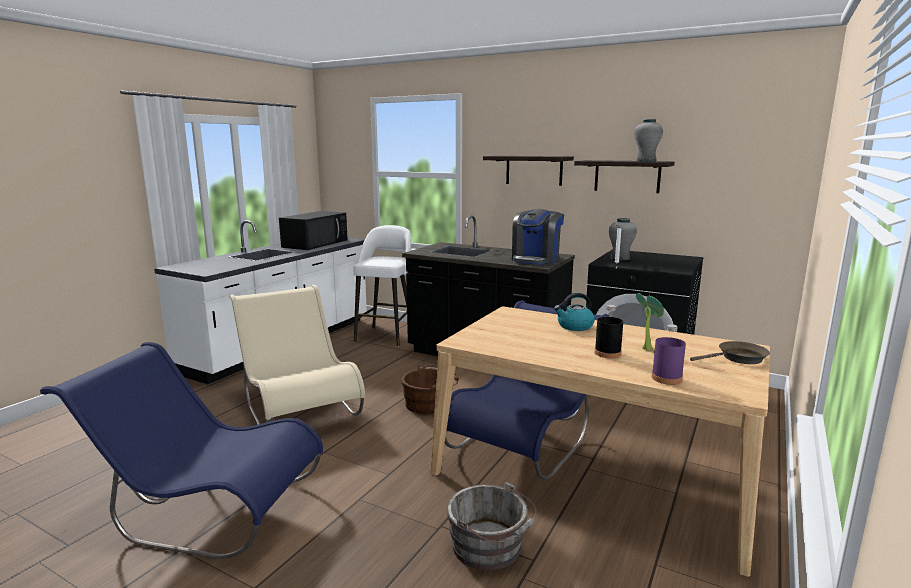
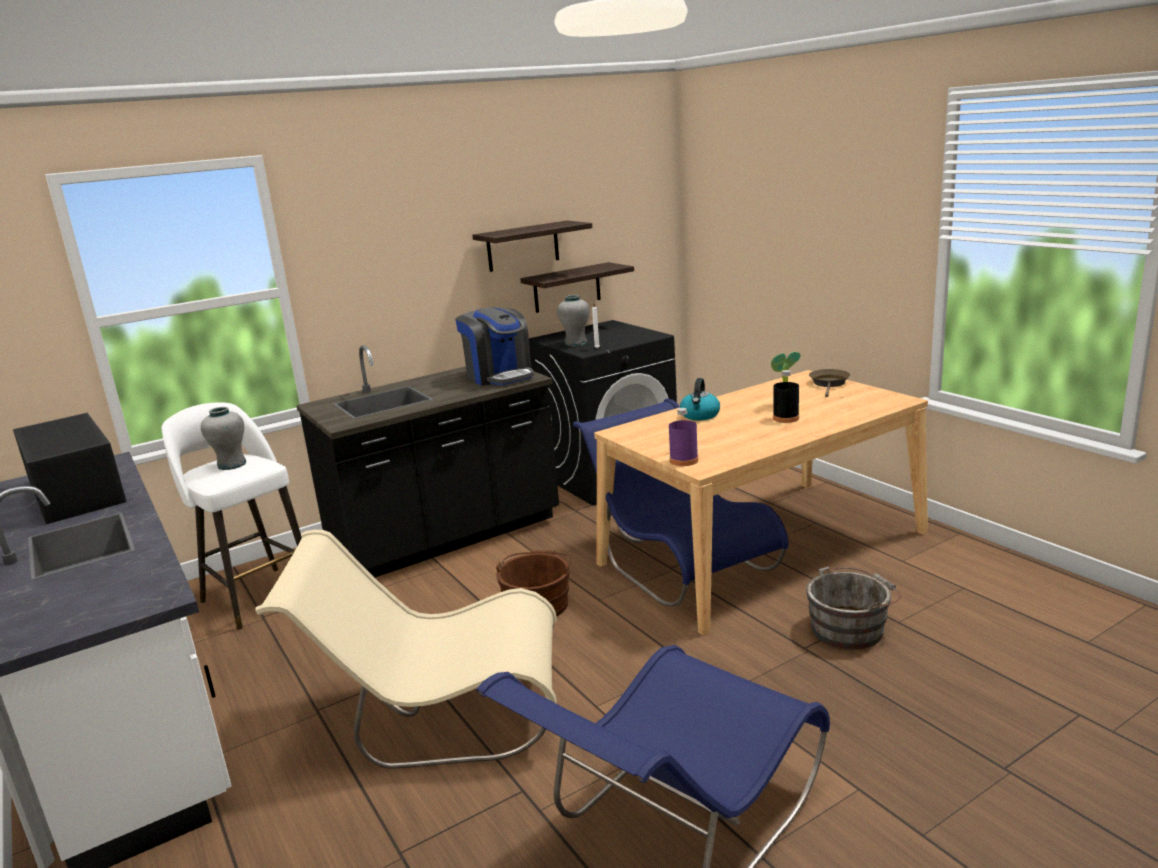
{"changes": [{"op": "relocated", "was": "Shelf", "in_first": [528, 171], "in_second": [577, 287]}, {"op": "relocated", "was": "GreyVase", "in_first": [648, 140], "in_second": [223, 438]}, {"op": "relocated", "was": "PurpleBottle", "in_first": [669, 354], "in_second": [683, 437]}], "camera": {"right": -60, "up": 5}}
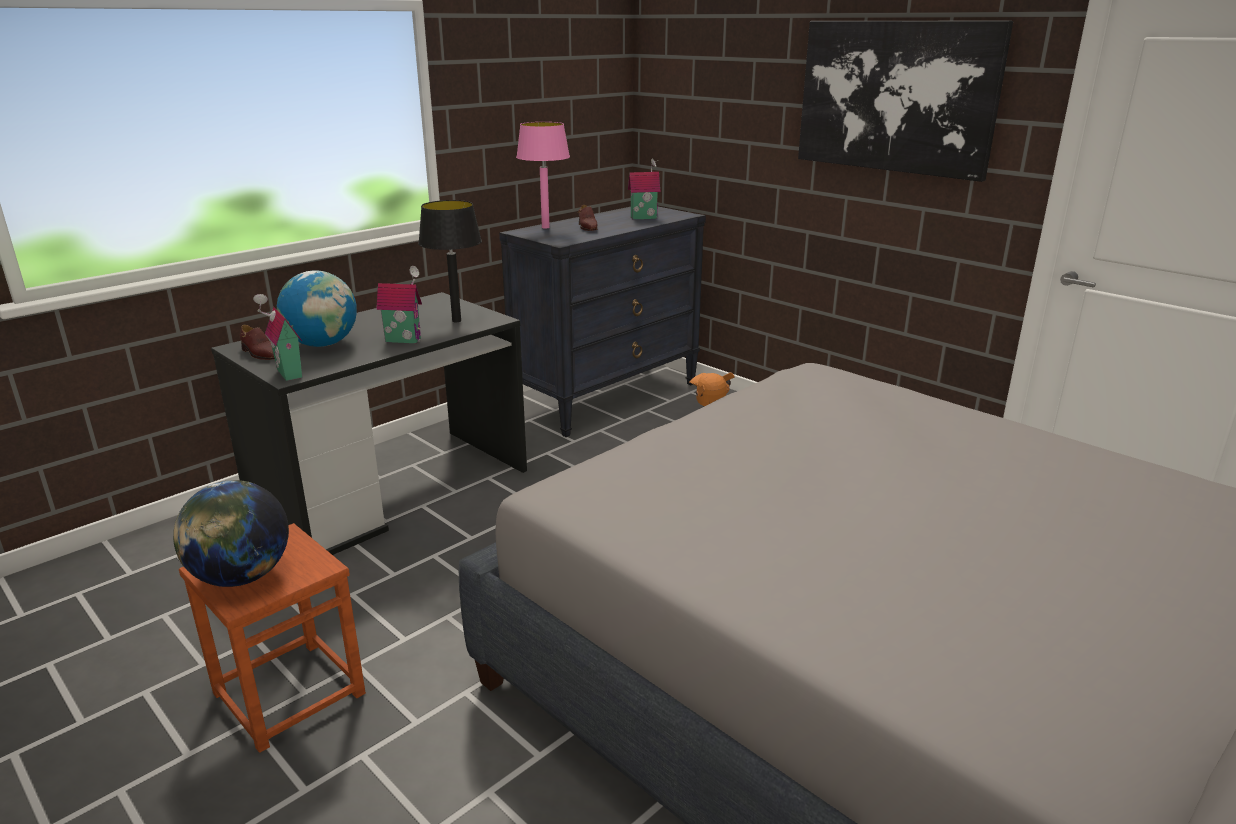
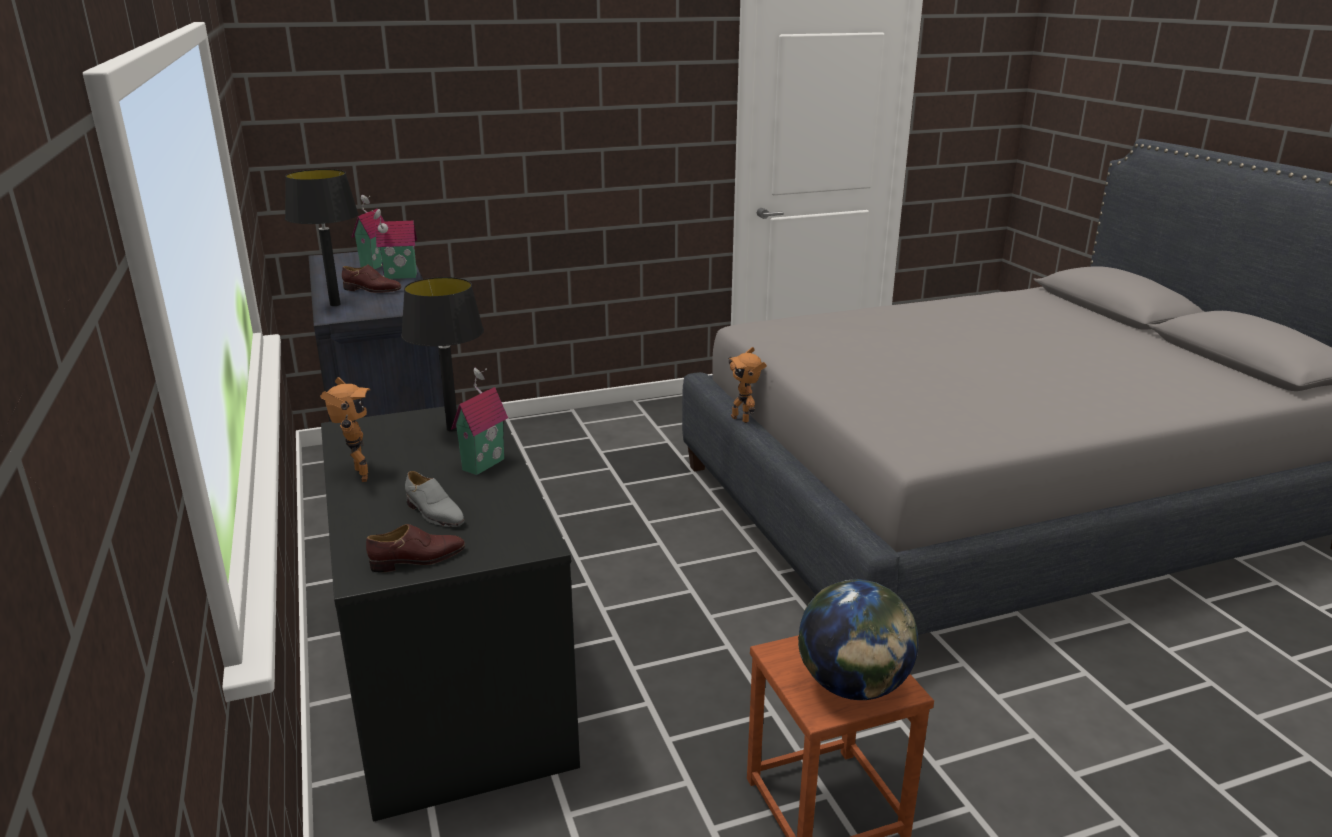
{"changes": [{"op": "missing", "was": "Picture", "in_first": [905, 101]}, {"op": "appeared", "now": "ToyRobot", "in_second": [345, 429]}, {"op": "relocated", "was": "ToyHouse", "in_first": [277, 337], "in_second": [394, 244]}, {"op": "exchanged", "was": "Globe", "now": "GreyShoe", "in_first": [317, 308], "in_second": [434, 499]}, {"op": "colour", "was": "PinkTableLamp", "now": "BlackTableLamp", "in_first": [543, 175], "in_second": [322, 237]}], "camera": {"right": -65, "up": 0}}
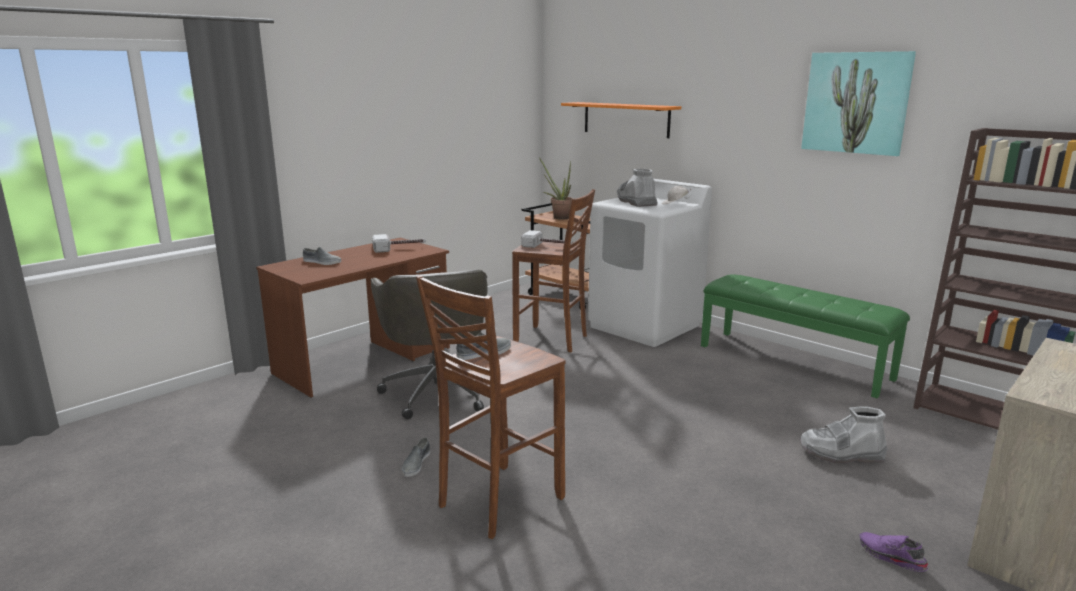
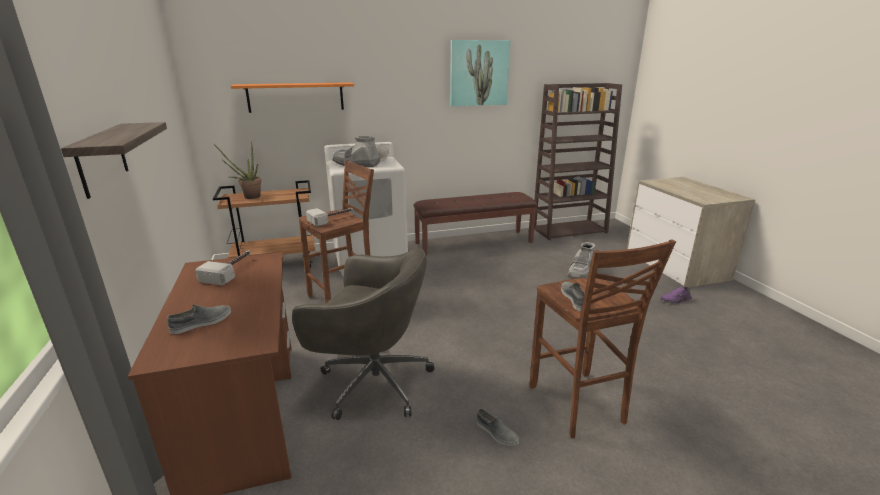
{"changes": [{"op": "appeared", "now": "Shelf", "in_second": [114, 160]}, {"op": "colour", "was": "GreenBench", "now": "BrownBench", "in_first": [805, 336], "in_second": [475, 224]}], "camera": {"right": -60, "up": 5}}
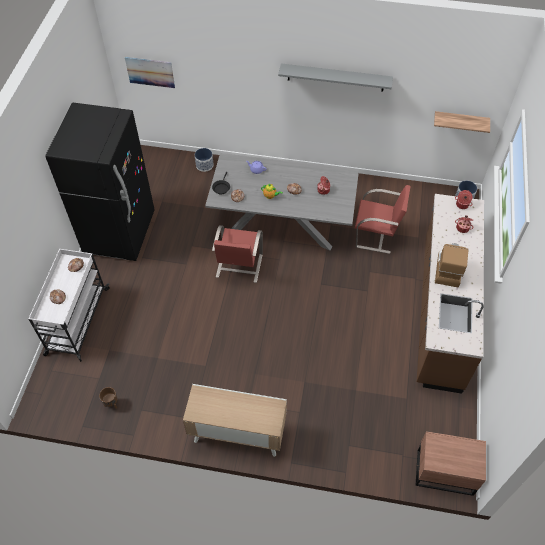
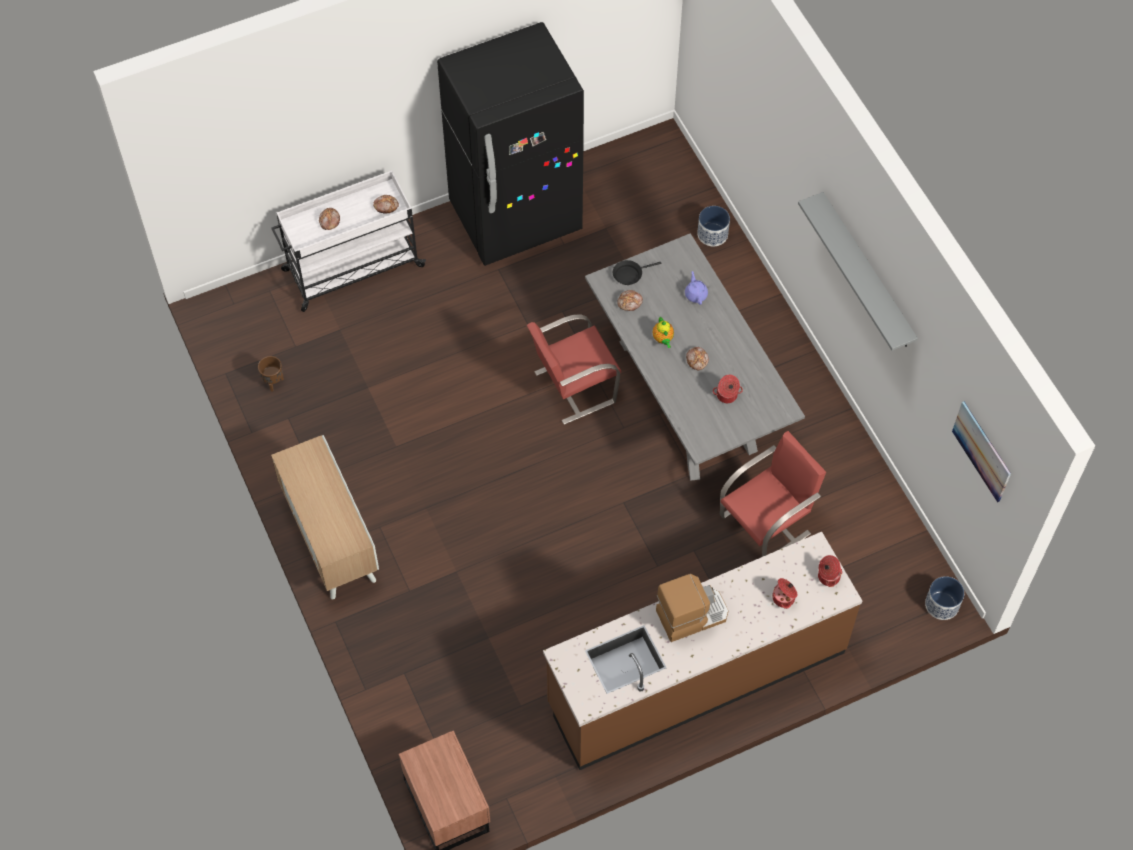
{"changes": [{"op": "missing", "was": "Shelf", "in_first": [462, 122]}, {"op": "relocated", "was": "Picture", "in_first": [150, 72], "in_second": [981, 452]}, {"op": "spun", "was": "RedChair", "in_first": [383, 219], "in_second": [773, 494], "clockwise": -105}], "camera": {"right": 55, "up": 5}}
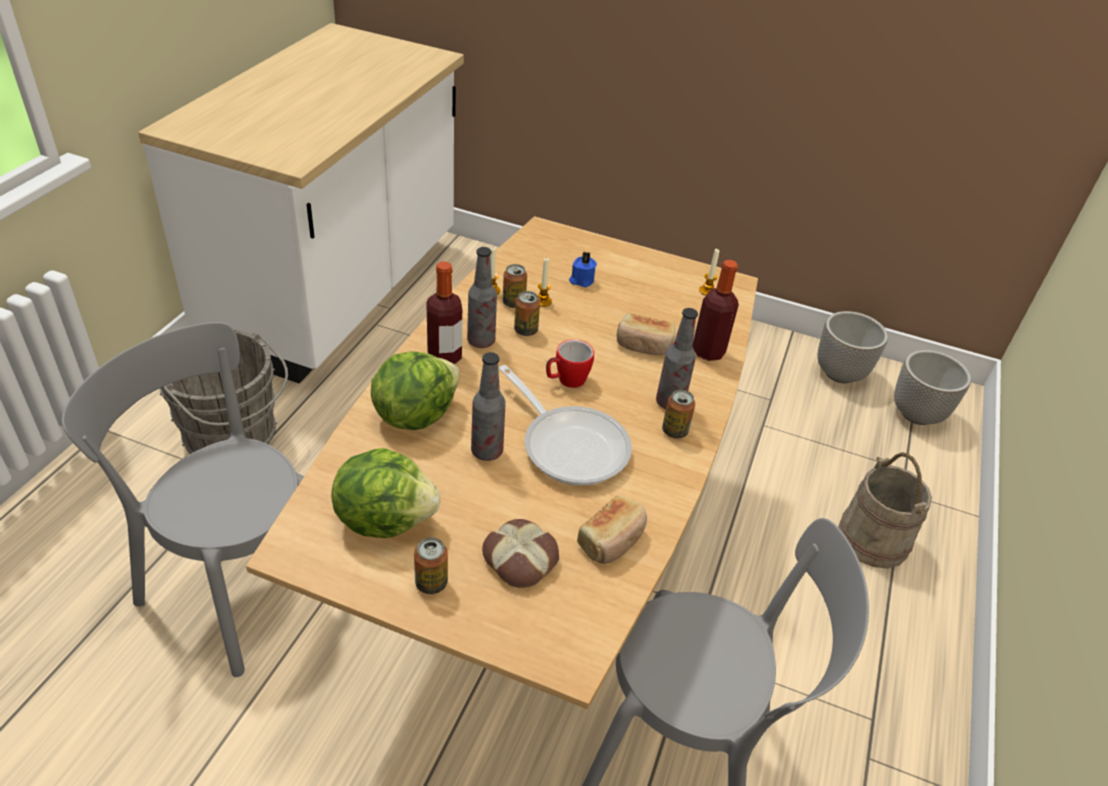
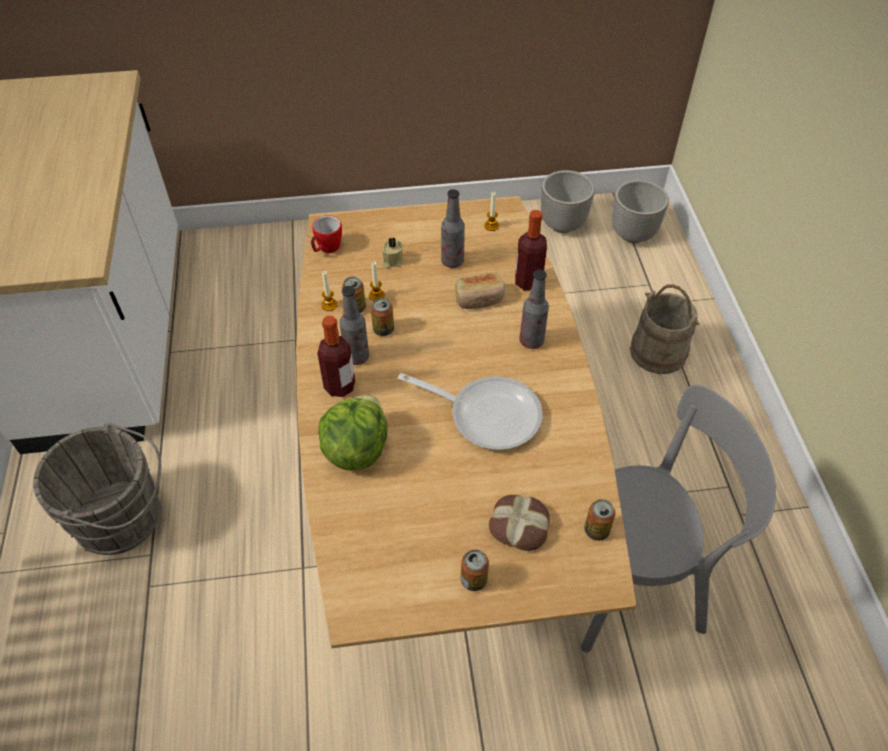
{"changes": [{"op": "missing", "was": "GreyChair", "in_first": [183, 499]}, {"op": "missing", "was": "Lettuce", "in_first": [386, 493]}, {"op": "missing", "was": "Bread", "in_first": [612, 529]}, {"op": "relocated", "was": "Bottle", "in_first": [488, 406], "in_second": [453, 228]}, {"op": "relocated", "was": "Mug", "in_first": [570, 363], "in_second": [326, 234]}, {"op": "relocated", "was": "Can", "in_first": [678, 414], "in_second": [599, 520]}, {"op": "colour", "was": "BlueCandle", "now": "BeigeCandle", "in_first": [583, 269], "in_second": [392, 252]}], "camera": {"right": -25, "up": 10}}
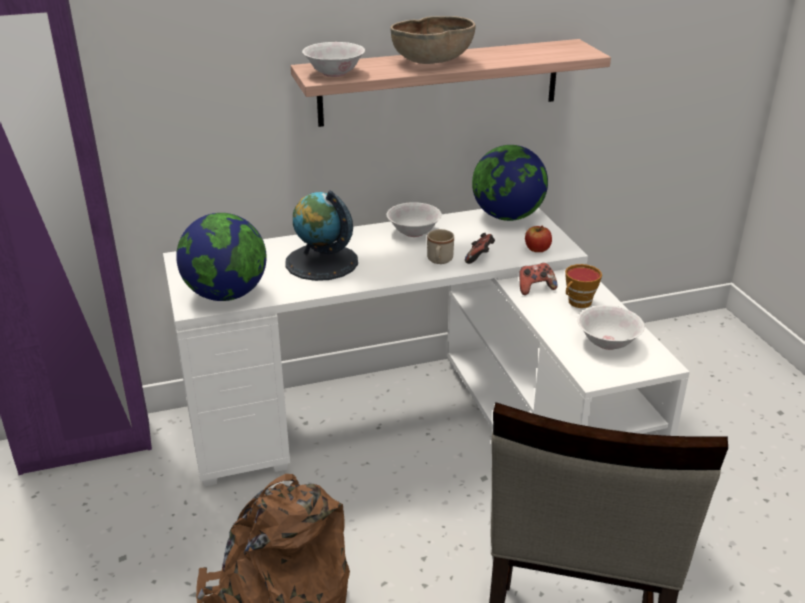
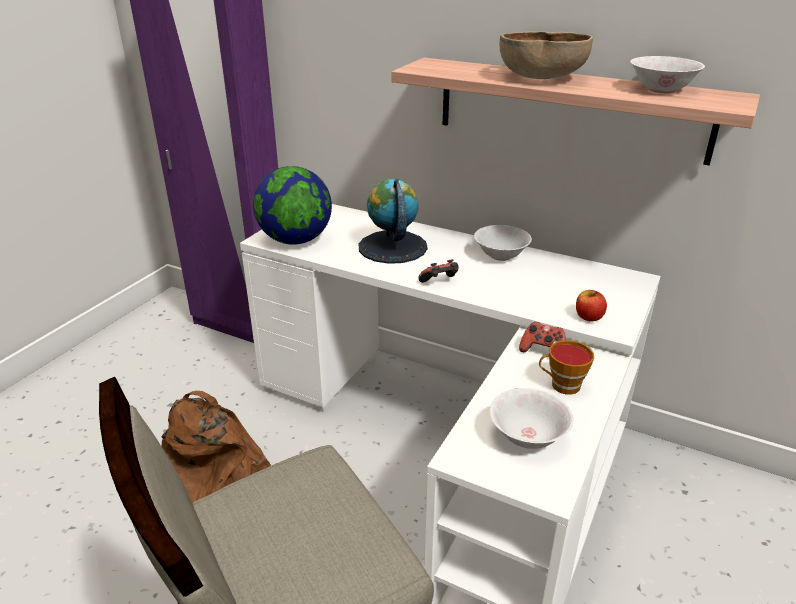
{"changes": [{"op": "missing", "was": "BeigeMug", "in_first": [440, 246]}, {"op": "missing", "was": "Globe", "in_first": [510, 183]}, {"op": "relocated", "was": "WhiteBowl", "in_first": [333, 59], "in_second": [667, 74]}, {"op": "relocated", "was": "GameController", "in_first": [480, 248], "in_second": [438, 271]}], "camera": {"right": 45, "up": 0}}
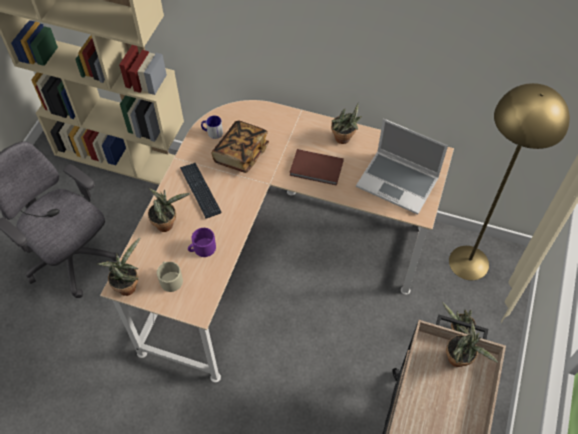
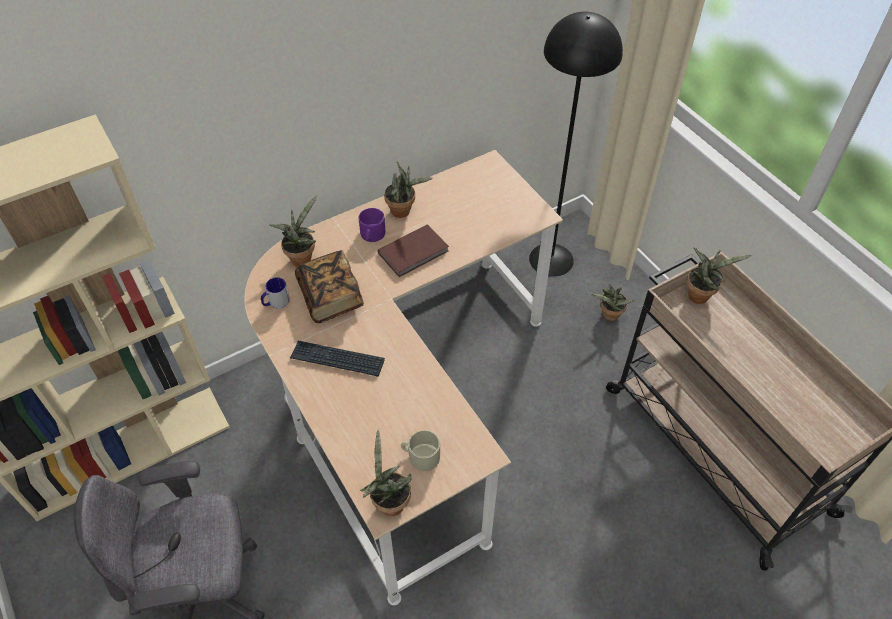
{"changes": [{"op": "missing", "was": "Laptop", "in_first": [402, 167]}, {"op": "relocated", "was": "PottedPlant", "in_first": [169, 210], "in_second": [293, 231]}, {"op": "relocated", "was": "PurpleMug", "in_first": [202, 242], "in_second": [371, 225]}, {"op": "colour", "was": "YellowFloorLamp", "now": "BlackFloorLamp", "in_first": [509, 181], "in_second": [576, 144]}], "camera": {"right": -50, "up": -5}}
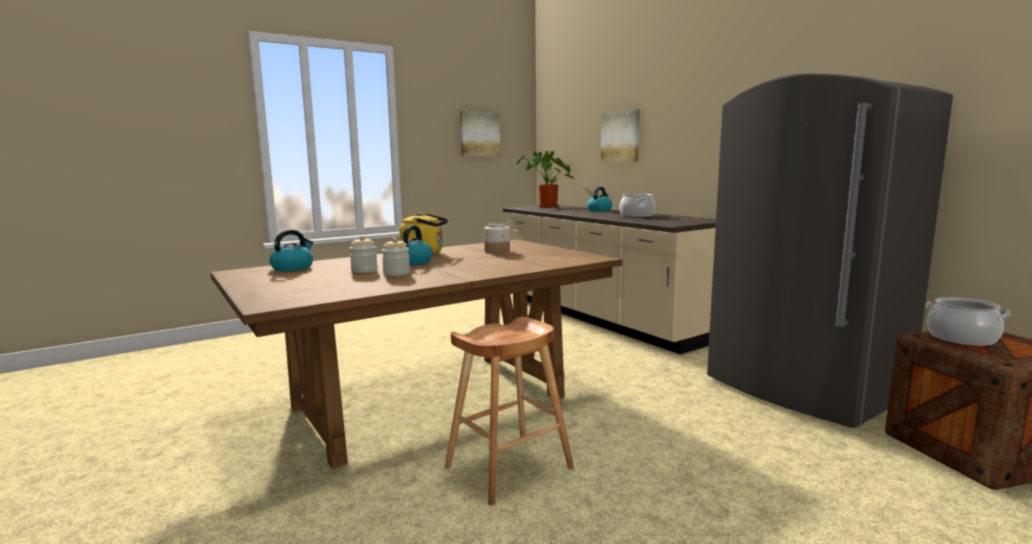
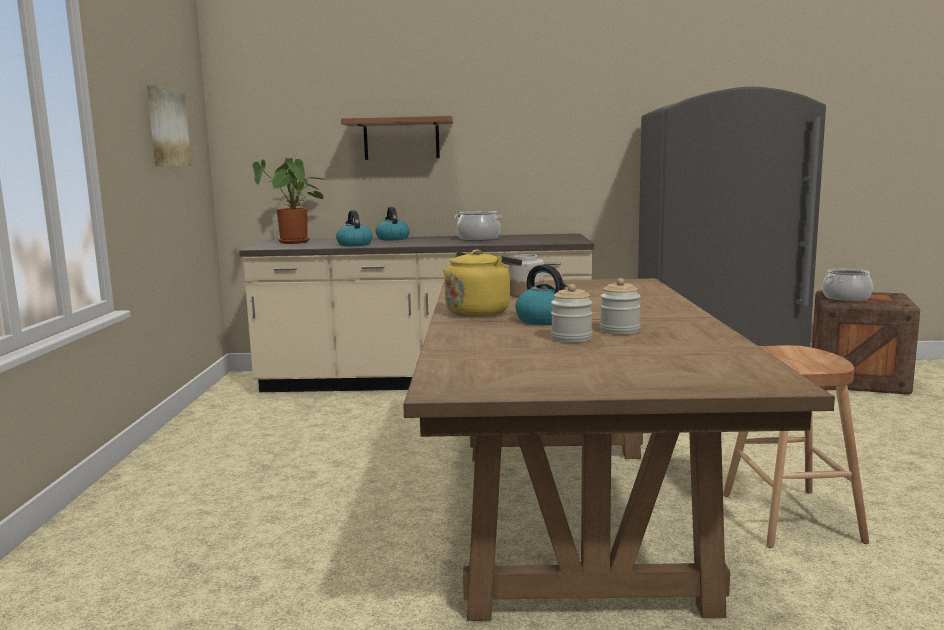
{"changes": [{"op": "relocated", "was": "Kettle", "in_first": [291, 250], "in_second": [354, 228]}, {"op": "exchanged", "was": "Picture", "now": "Shelf", "in_first": [620, 135], "in_second": [397, 138]}], "camera": {"right": -55, "up": 0}}
